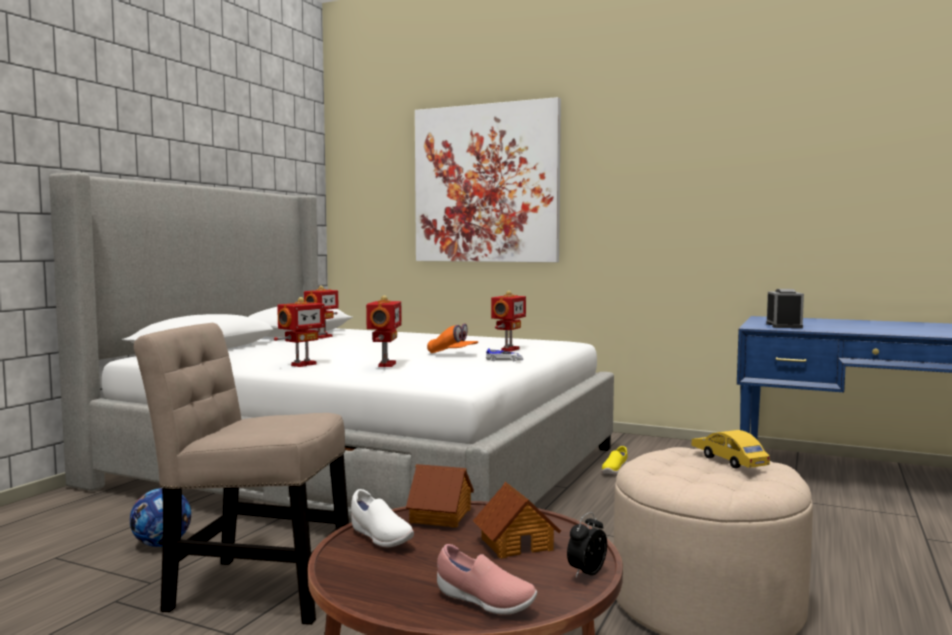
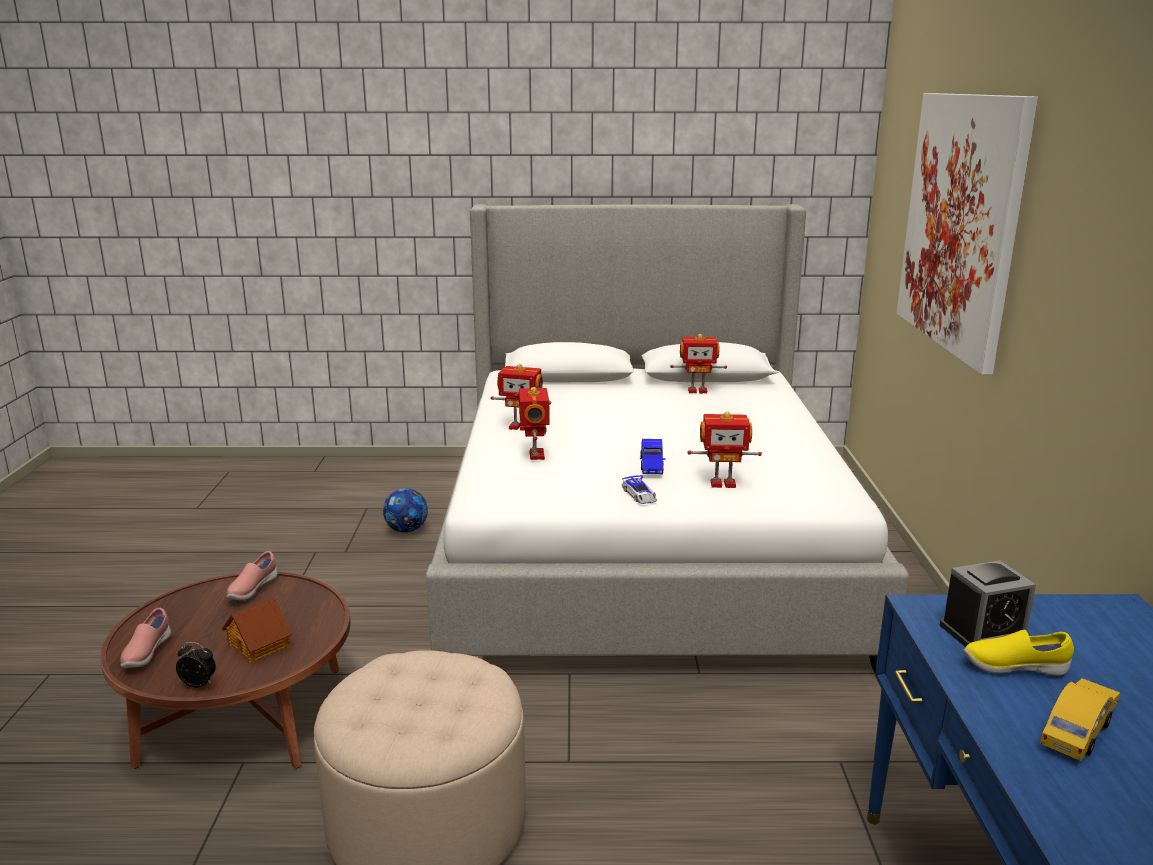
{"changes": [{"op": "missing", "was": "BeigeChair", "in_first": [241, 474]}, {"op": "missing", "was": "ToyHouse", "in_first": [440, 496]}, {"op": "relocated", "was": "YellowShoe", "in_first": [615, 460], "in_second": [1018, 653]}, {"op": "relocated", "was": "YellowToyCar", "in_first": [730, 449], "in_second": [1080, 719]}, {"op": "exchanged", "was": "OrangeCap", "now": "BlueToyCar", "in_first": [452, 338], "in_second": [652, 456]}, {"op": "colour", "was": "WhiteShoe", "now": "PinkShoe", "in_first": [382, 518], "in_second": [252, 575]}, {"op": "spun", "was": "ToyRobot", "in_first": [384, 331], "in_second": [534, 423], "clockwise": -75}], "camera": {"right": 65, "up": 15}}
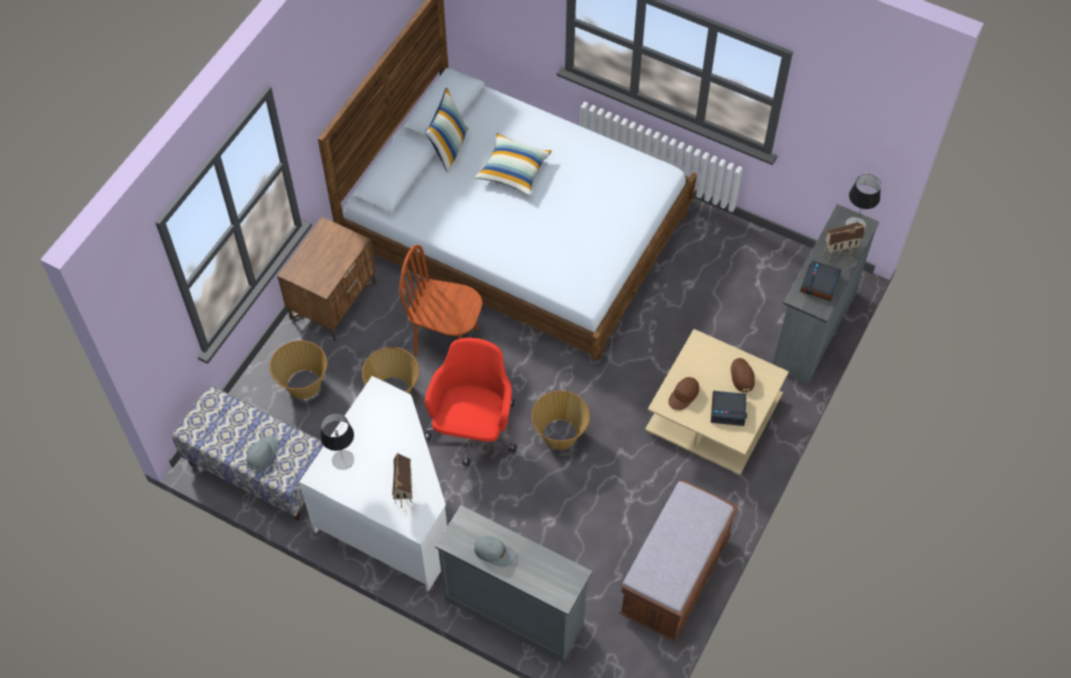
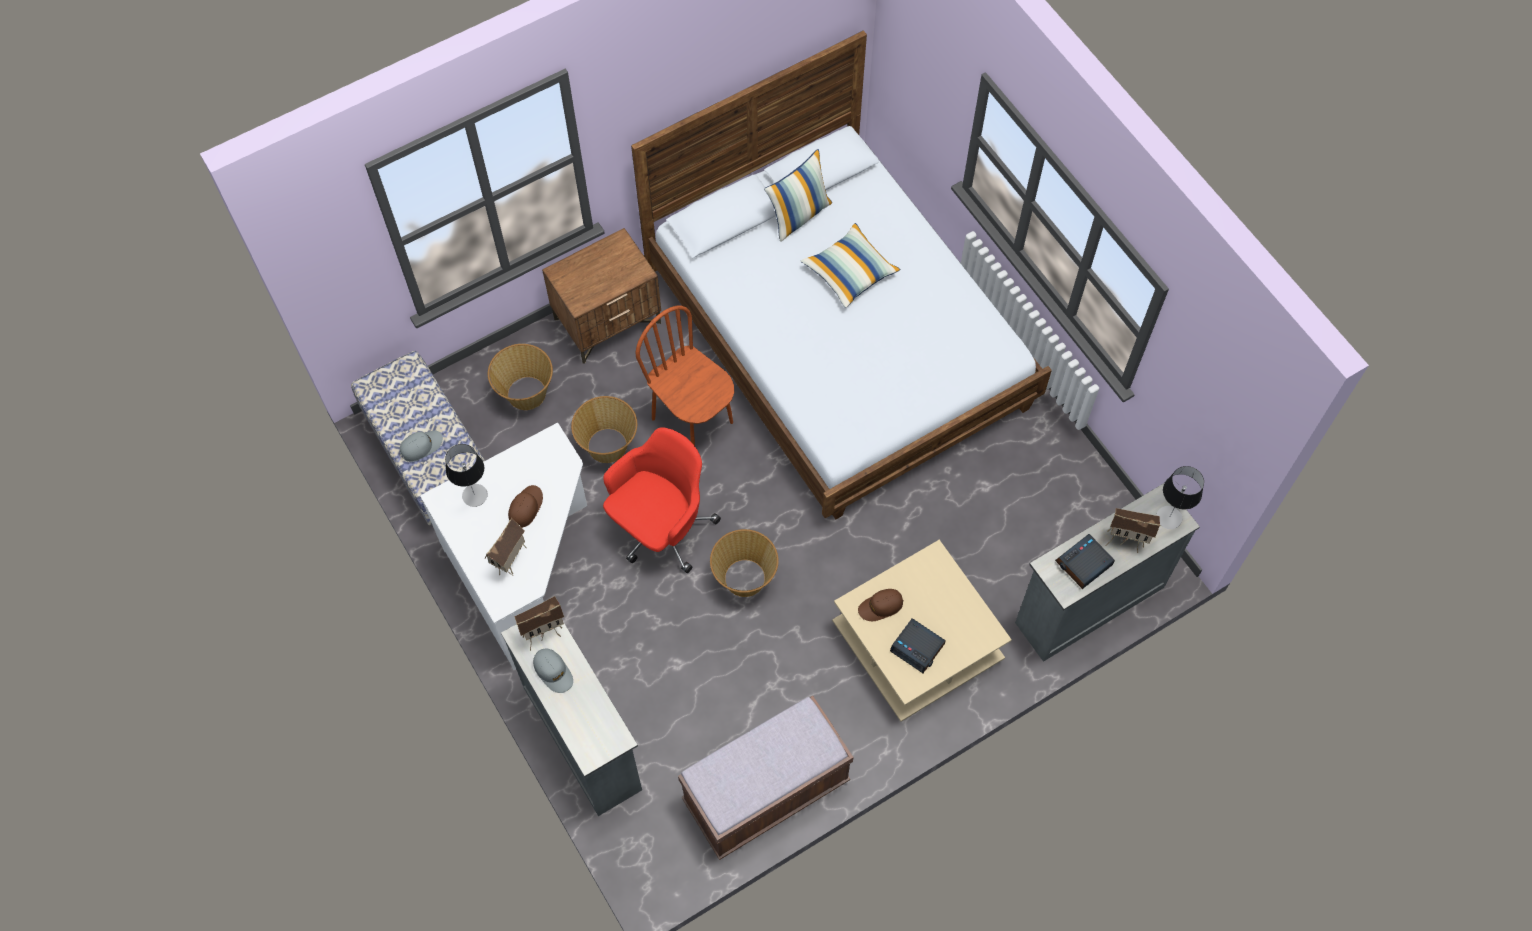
{"changes": [{"op": "appeared", "now": "ToyHouse", "in_second": [539, 623]}, {"op": "relocated", "was": "BrownCap", "in_first": [743, 375], "in_second": [525, 506]}], "camera": {"right": 30, "up": 5}}
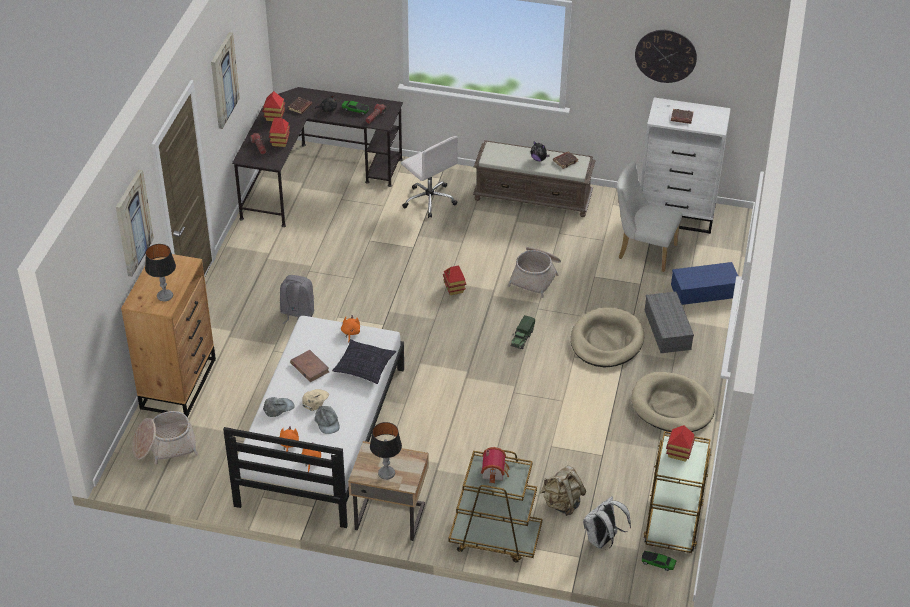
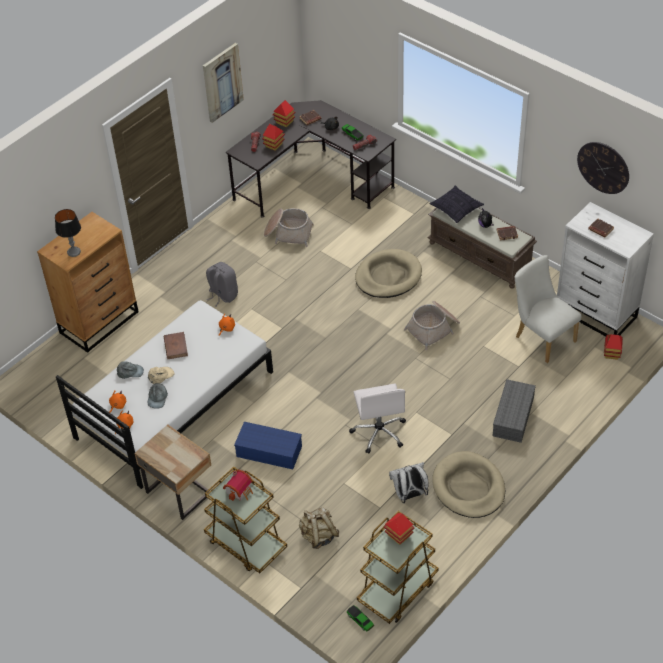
{"changes": [{"op": "missing", "was": "Picture", "in_first": [135, 223]}, {"op": "missing", "was": "TableLamp", "in_first": [386, 451]}, {"op": "missing", "was": "ToyTruck", "in_first": [522, 332]}, {"op": "relocated", "was": "Basket", "in_first": [165, 437], "in_second": [289, 227]}, {"op": "relocated", "was": "Pillow", "in_first": [364, 361], "in_second": [456, 204]}, {"op": "relocated", "was": "WhiteOfficeChair", "in_first": [429, 177], "in_second": [377, 418]}, {"op": "relocated", "was": "ToyHouse", "in_first": [454, 280], "in_second": [613, 347]}, {"op": "relocated", "was": "BeigeDogBed", "in_first": [607, 337], "in_second": [388, 273]}, {"op": "relocated", "was": "WhiteBackpack", "in_first": [607, 522], "in_second": [409, 482]}, {"op": "relocated", "was": "BlueStorageBox", "in_first": [704, 283], "in_second": [268, 445]}], "camera": {"right": 30, "up": 5}}
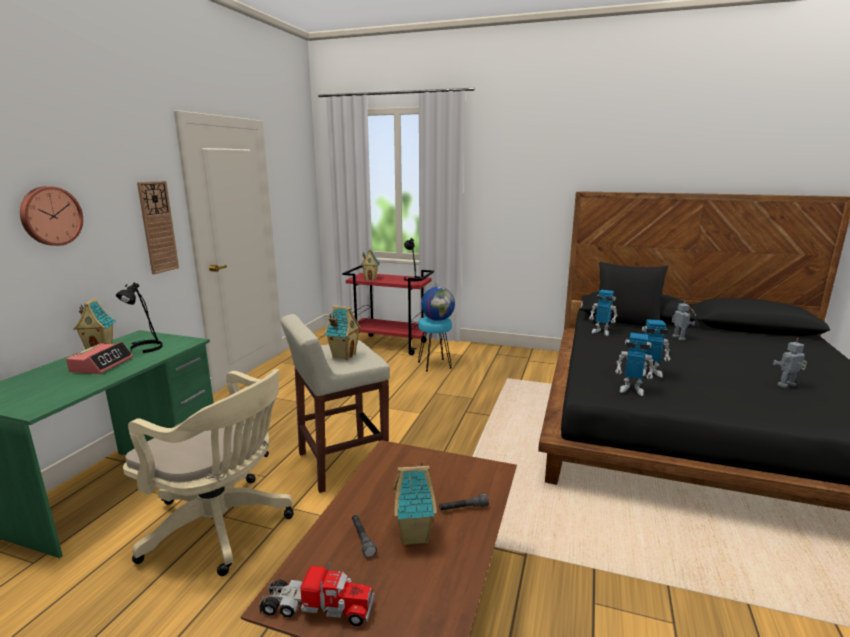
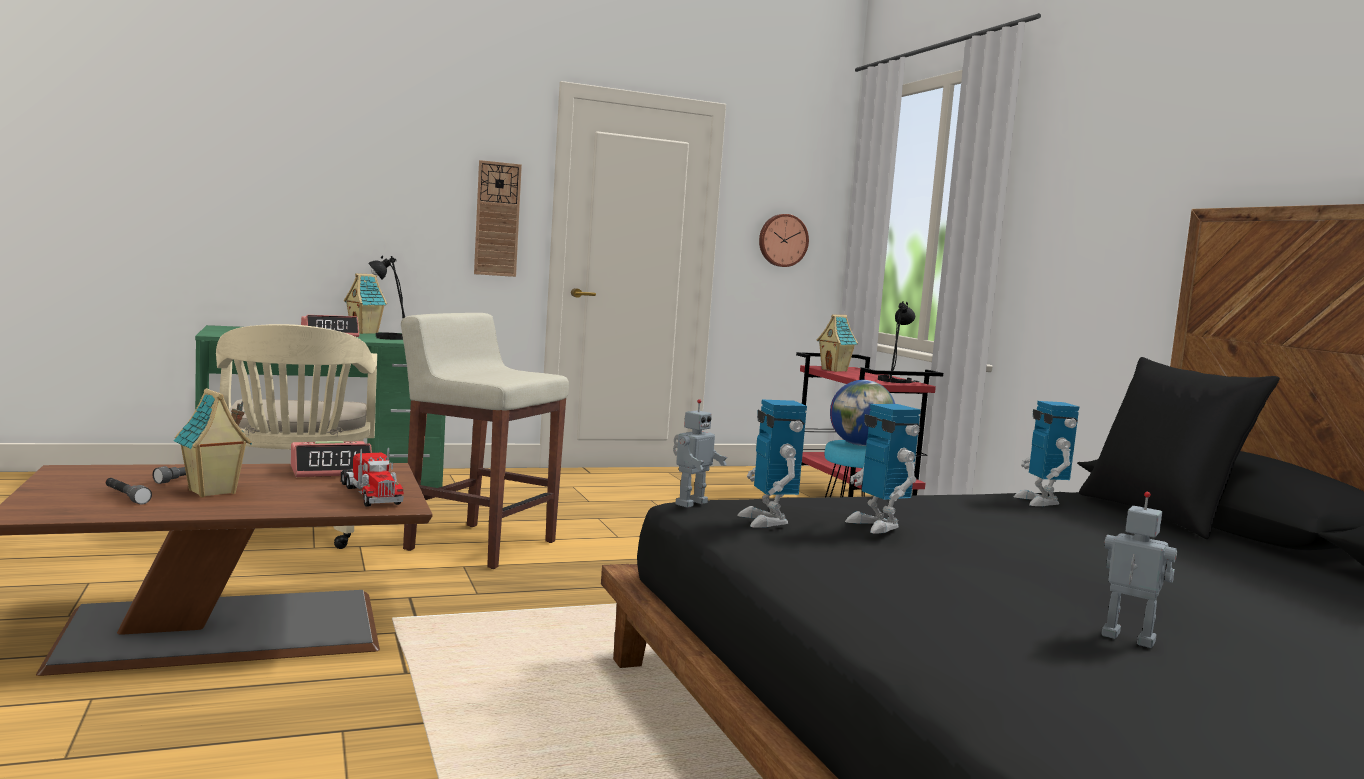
{"changes": [{"op": "missing", "was": "ToyHouse", "in_first": [342, 332]}, {"op": "appeared", "now": "AlarmClock", "in_second": [331, 459]}, {"op": "relocated", "was": "WallClock", "in_first": [51, 216], "in_second": [784, 240]}, {"op": "relocated", "was": "ToyTruck", "in_first": [316, 593], "in_second": [372, 477]}, {"op": "relocated", "was": "GreyFlashlight", "in_first": [464, 502], "in_second": [129, 491]}, {"op": "relocated", "was": "ToyRobot", "in_first": [683, 320], "in_second": [700, 453]}], "camera": {"right": 50, "up": -10}}
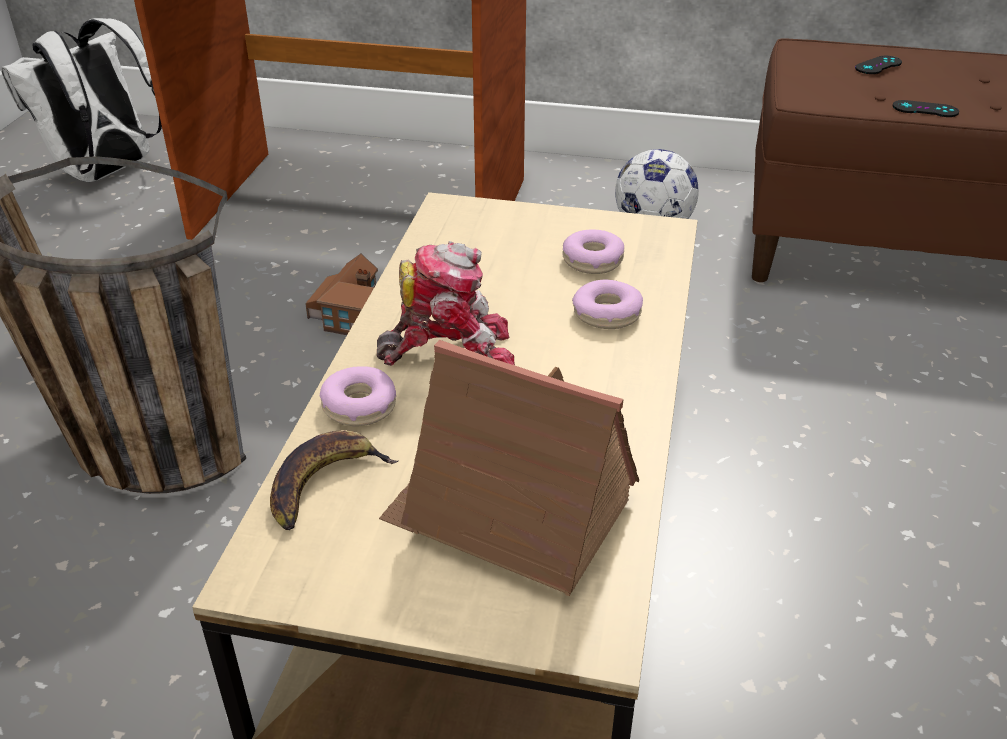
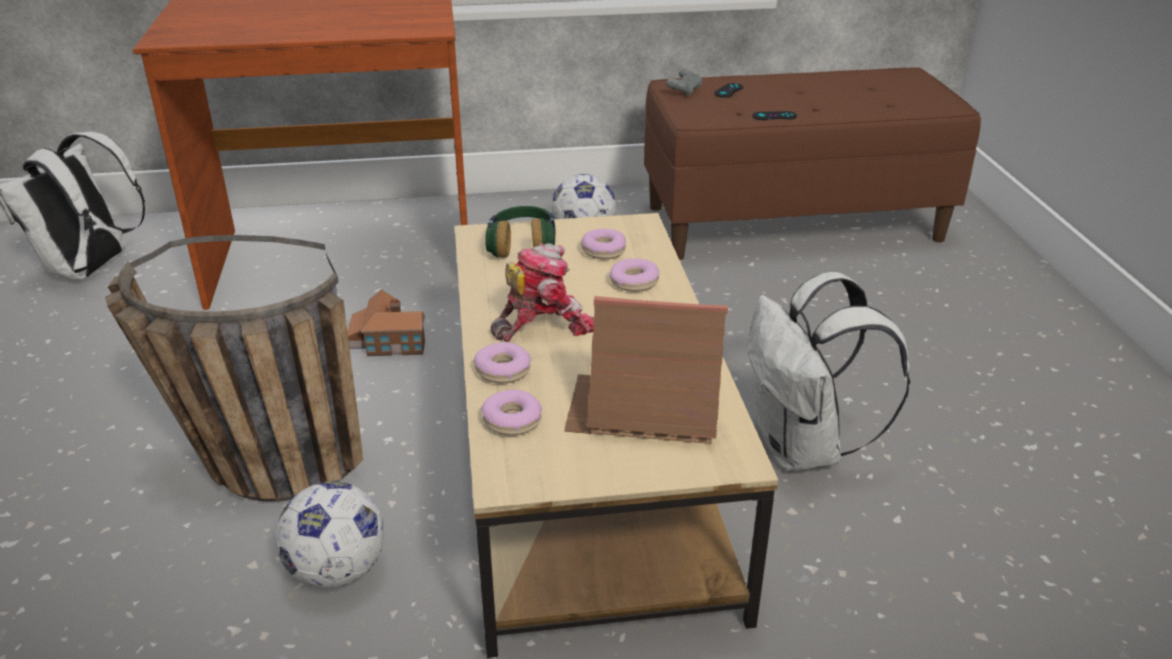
{"changes": [{"op": "appeared", "now": "Football", "in_second": [330, 535]}, {"op": "appeared", "now": "Headphones", "in_second": [520, 232]}, {"op": "appeared", "now": "GreyGameController", "in_second": [684, 82]}, {"op": "appeared", "now": "WhiteBackpack", "in_second": [829, 371]}, {"op": "exchanged", "was": "Banana", "now": "Donut", "in_first": [334, 480], "in_second": [511, 413]}], "camera": {"right": -20, "up": -5}}
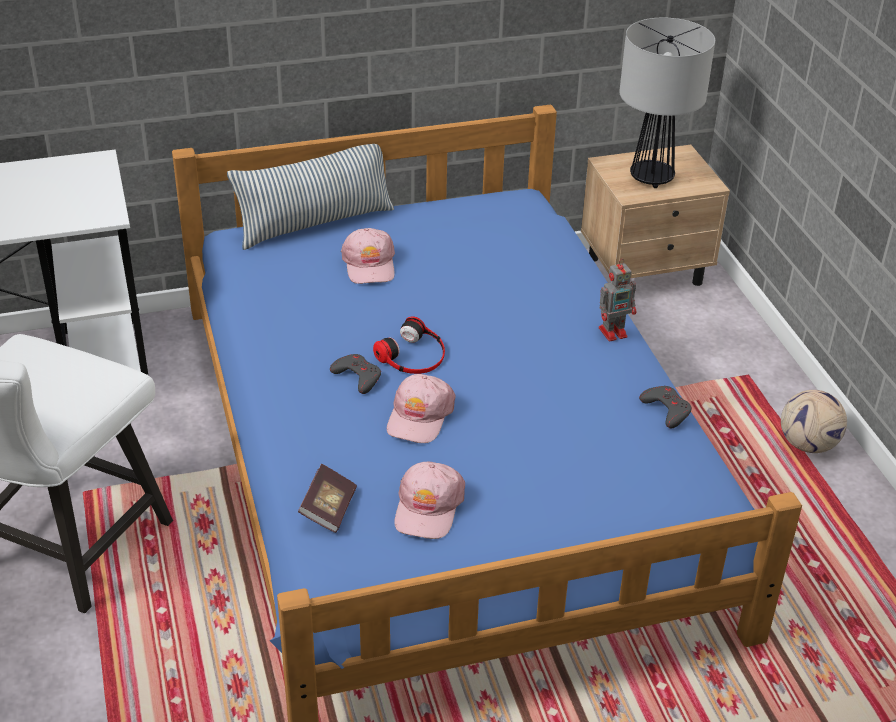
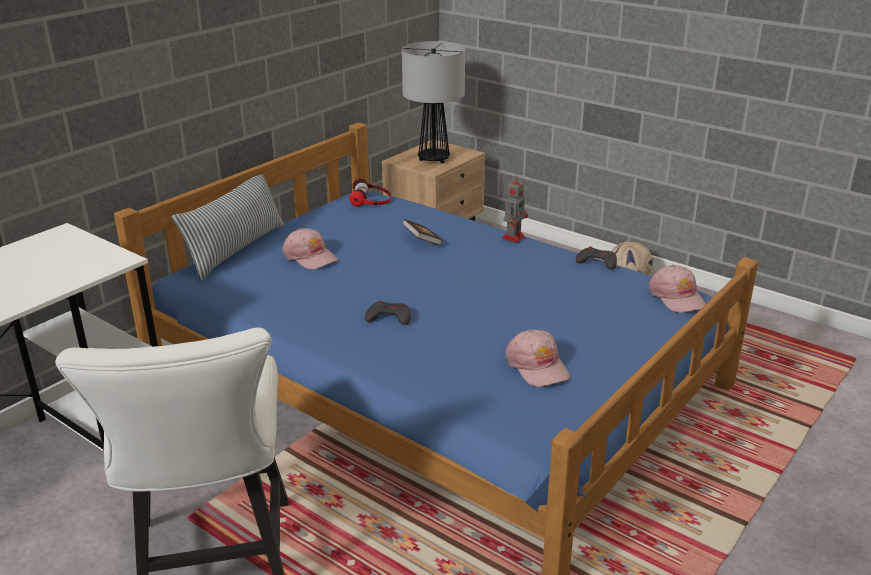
{"changes": [{"op": "relocated", "was": "Book", "in_first": [327, 498], "in_second": [422, 232]}, {"op": "relocated", "was": "Headphones", "in_first": [409, 345], "in_second": [370, 192]}, {"op": "relocated", "was": "PinkCap", "in_first": [421, 408], "in_second": [677, 289]}], "camera": {"right": -35, "up": -10}}
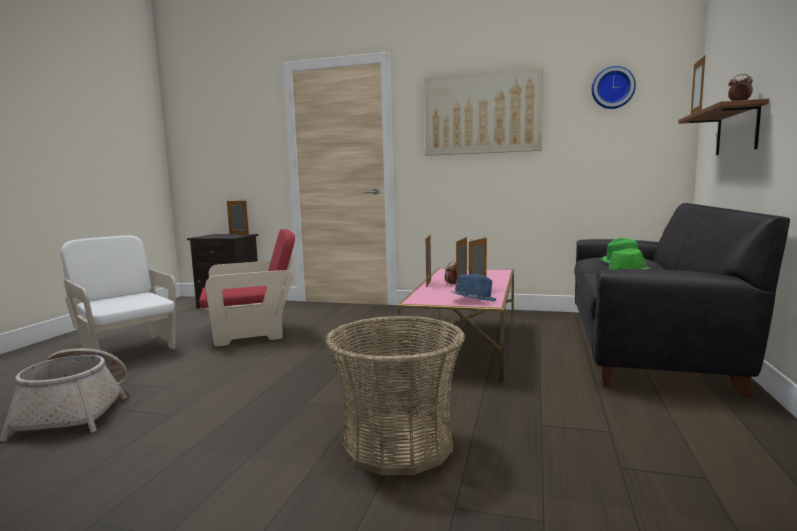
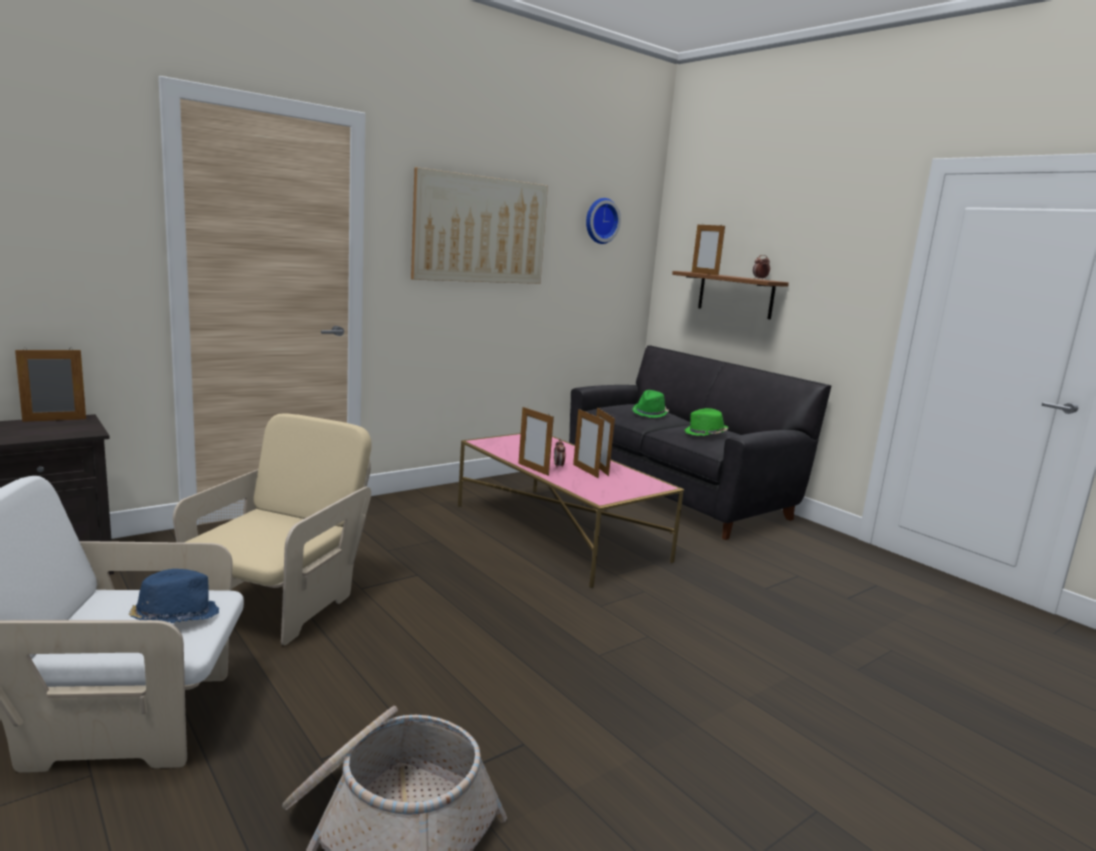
{"changes": [{"op": "missing", "was": "Basket", "in_first": [395, 396]}, {"op": "relocated", "was": "BlueHat", "in_first": [474, 287], "in_second": [174, 596]}, {"op": "colour", "was": "RedArmchair", "now": "BeigeArmchair", "in_first": [247, 288], "in_second": [272, 529]}], "camera": {"right": -55, "up": 5}}
